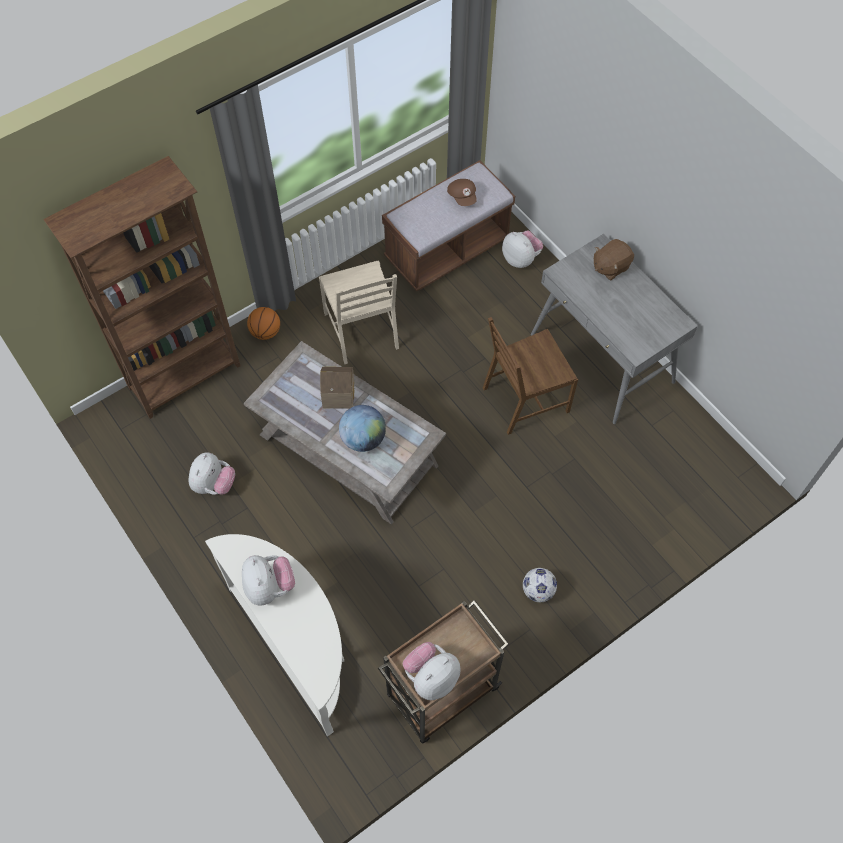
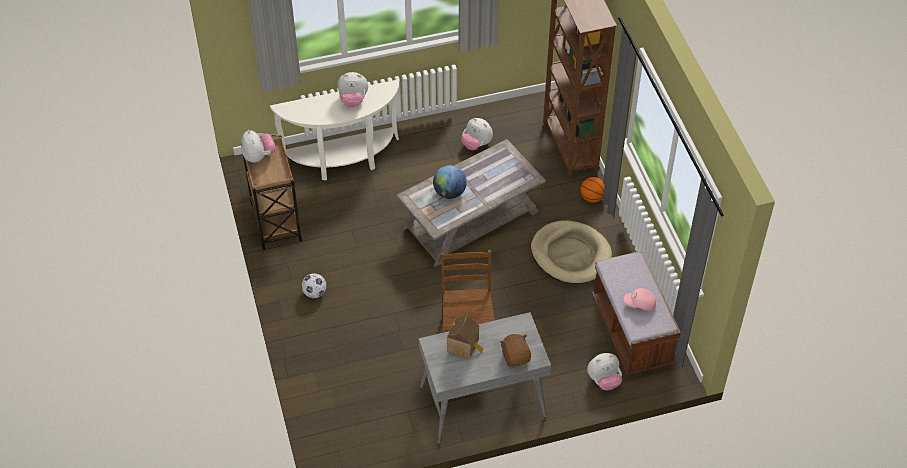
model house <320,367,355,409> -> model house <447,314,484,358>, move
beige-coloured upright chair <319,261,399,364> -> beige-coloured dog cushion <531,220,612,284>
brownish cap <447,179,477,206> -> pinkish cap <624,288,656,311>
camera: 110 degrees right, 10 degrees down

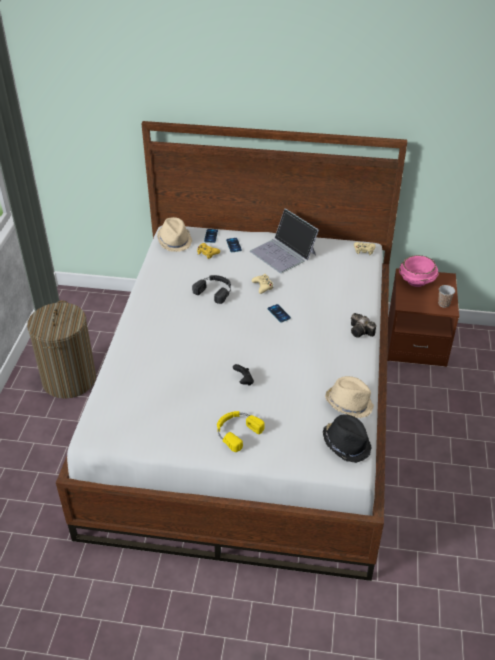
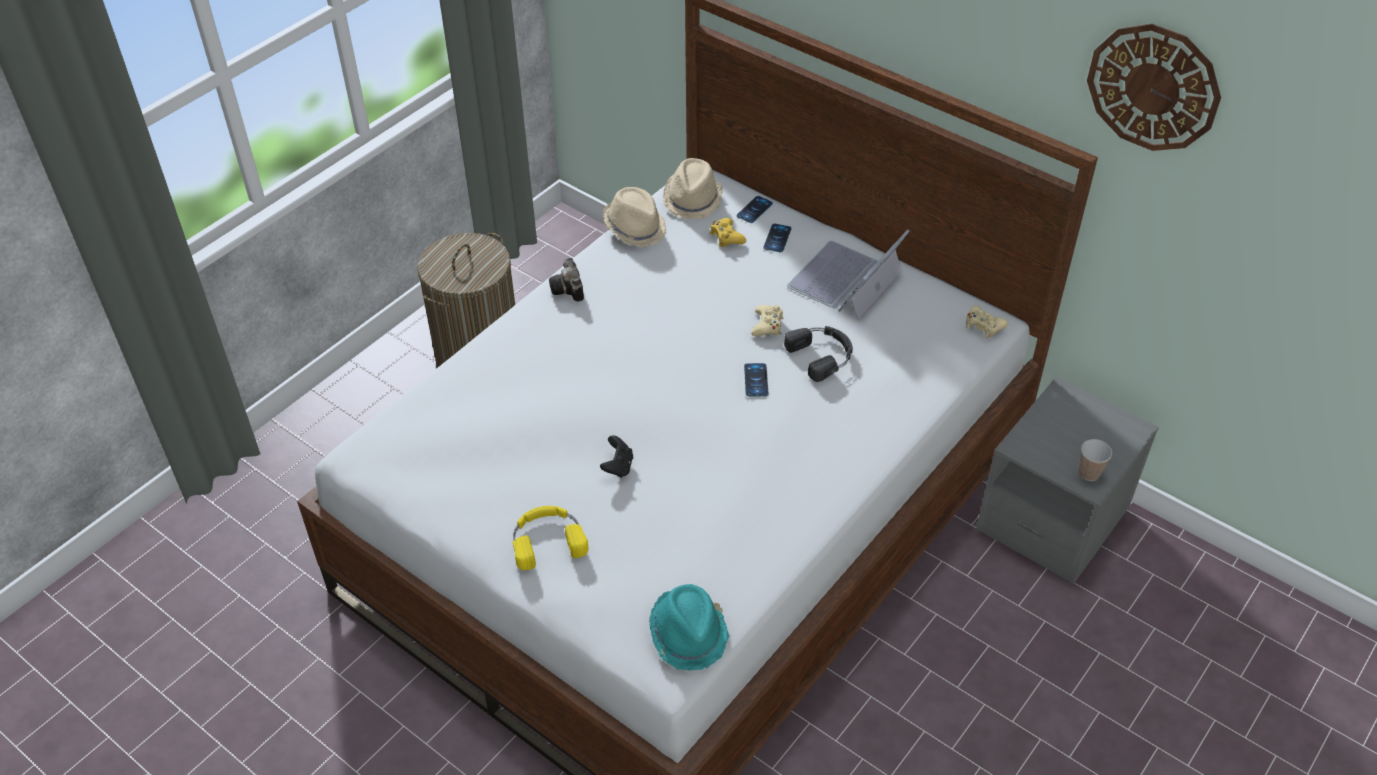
pinkish serving bowl <399,255,438,287> -> none
none -> clock on the wall <1087,24,1221,151>
black headset <192,275,231,304> -> black headset <784,326,853,382>, move
beige-coloured wearable hat <325,376,374,418> -> beige-coloured wearable hat <603,187,666,247>, move
still camera <351,313,376,338> -> still camera <549,258,584,302>, move
black wearable hat <323,414,372,463> -> turquoise wearable hat <649,584,729,670>
brownish nightstand <387,268,459,367> -> greyish nightstand <976,376,1159,584>
laptop <250,208,319,273> -> laptop <787,229,910,320>, 45 degrees clockwise
camera: 30 degrees right, 5 degrees up

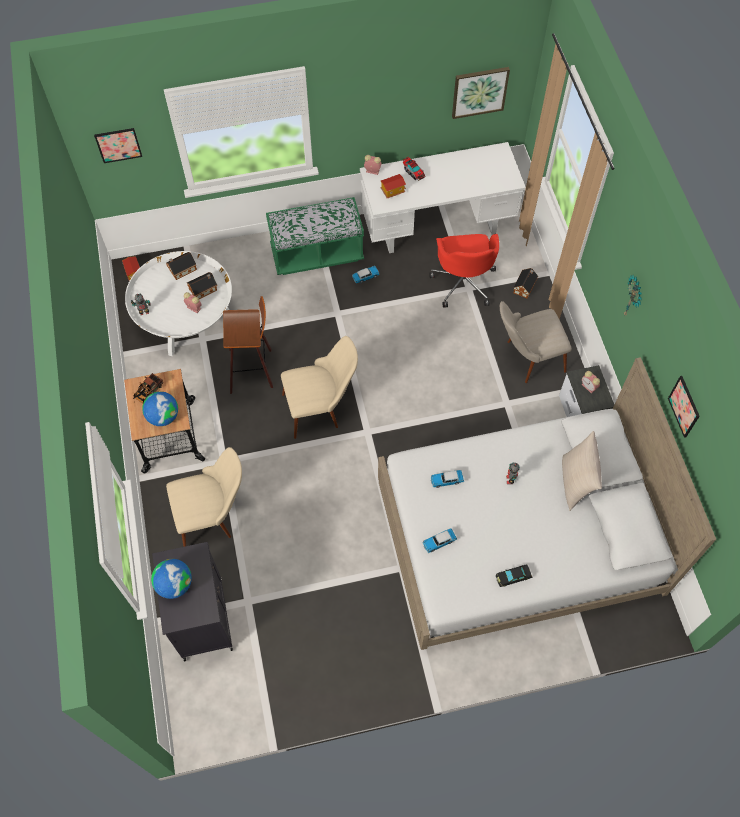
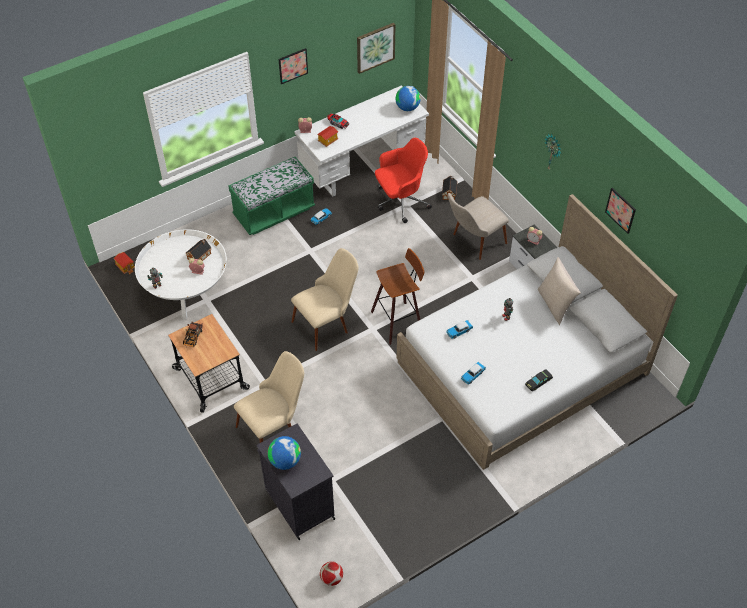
model house <166,252,197,280> -> none
none -> ball for football <320,562,343,586>
picture <94,128,142,163> -> picture <279,48,308,84>, move
world globe <142,391,178,426> -> world globe <396,86,421,111>, move
sitting stool <223,296,273,394> -> sitting stool <371,248,424,345>, move
red-coloured computer chair <429,234,499,308> -> red-coloured computer chair <375,138,432,223>, 90 degrees counterclockwise
camera: 20 degrees left, 10 degrees down

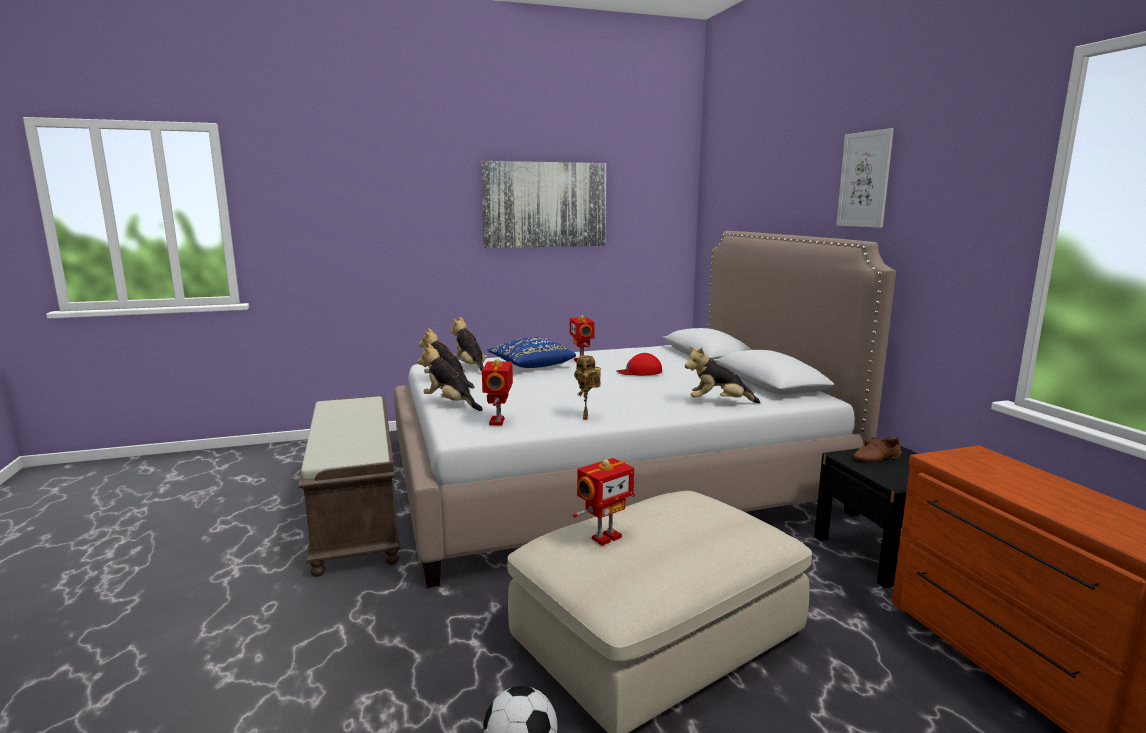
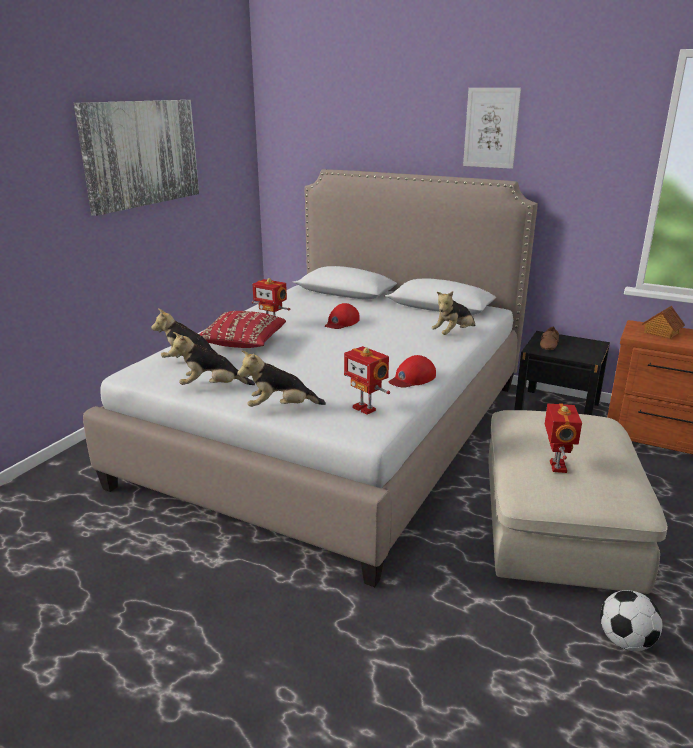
brownish indoor bench <298,395,400,577> -> none
none -> model house <642,306,685,339>
toy robot <574,355,601,420> -> red-coloured cap <389,355,436,388>
blue-coloured pillow <487,337,576,368> -> red-coloured pillow <199,311,286,348>
camera: 45 degrees left, 10 degrees up

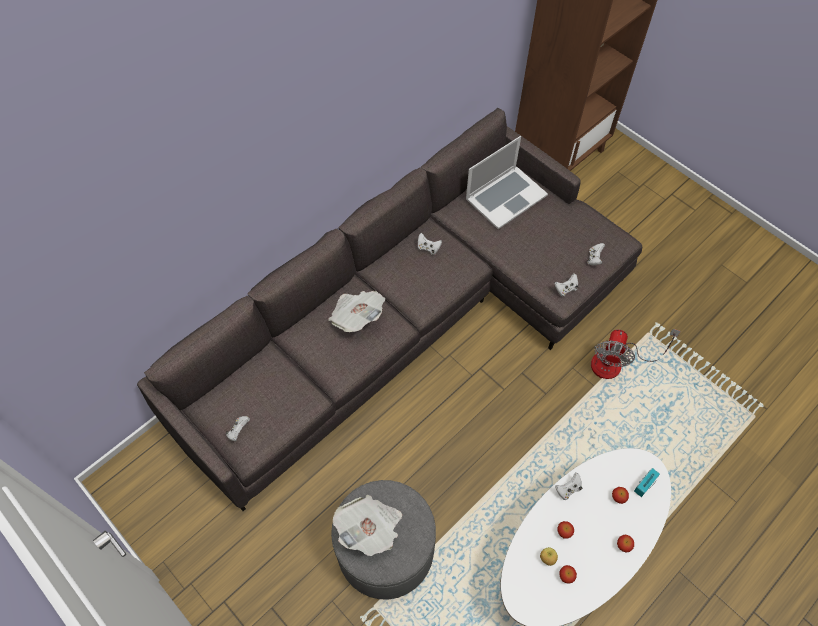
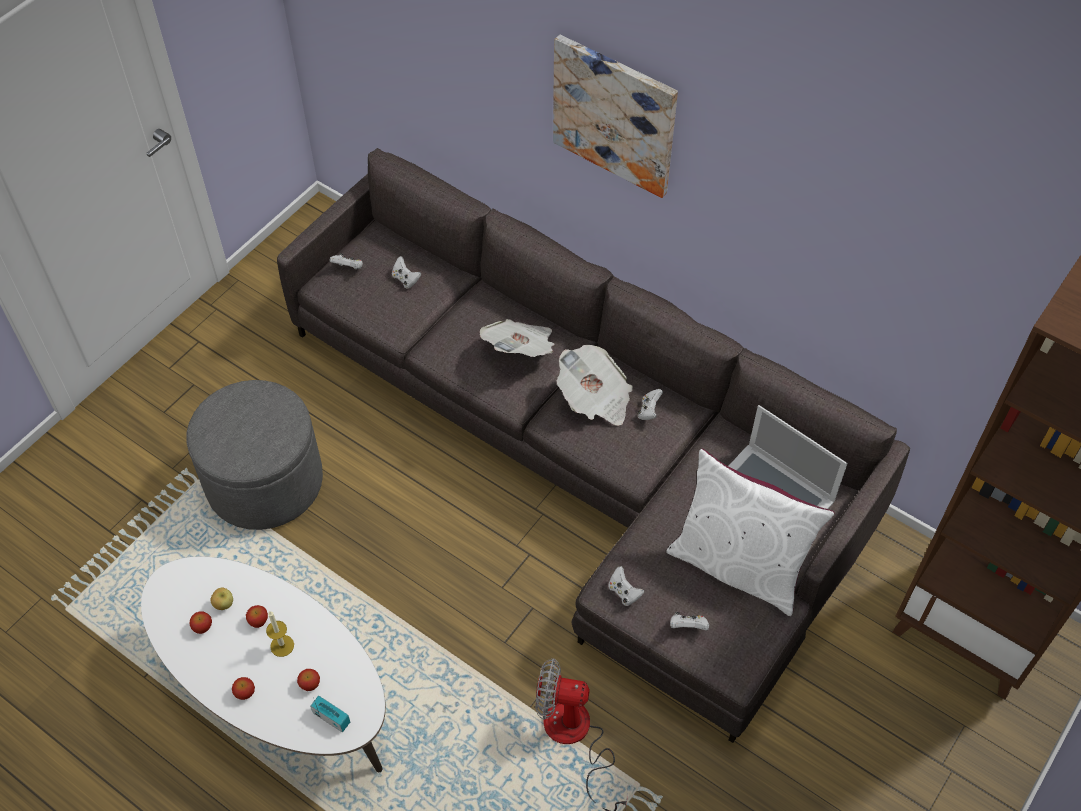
none -> wax light <266,611,294,657>
none -> picture <553,34,678,198>
none -> whitish pillow <666,449,835,616>
printed paper <333,495,402,556> -> printed paper <557,345,633,426>, move
whitish game controller <555,472,582,500> -> whitish game controller <392,256,421,289>, move
camera: 80 degrees right, 5 degrees down

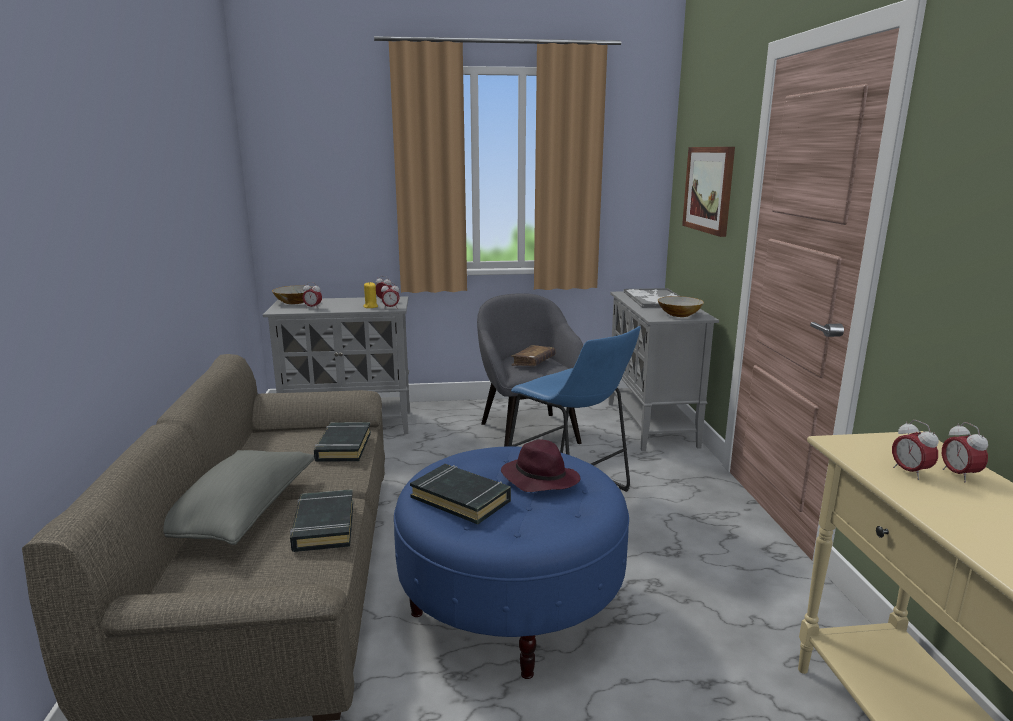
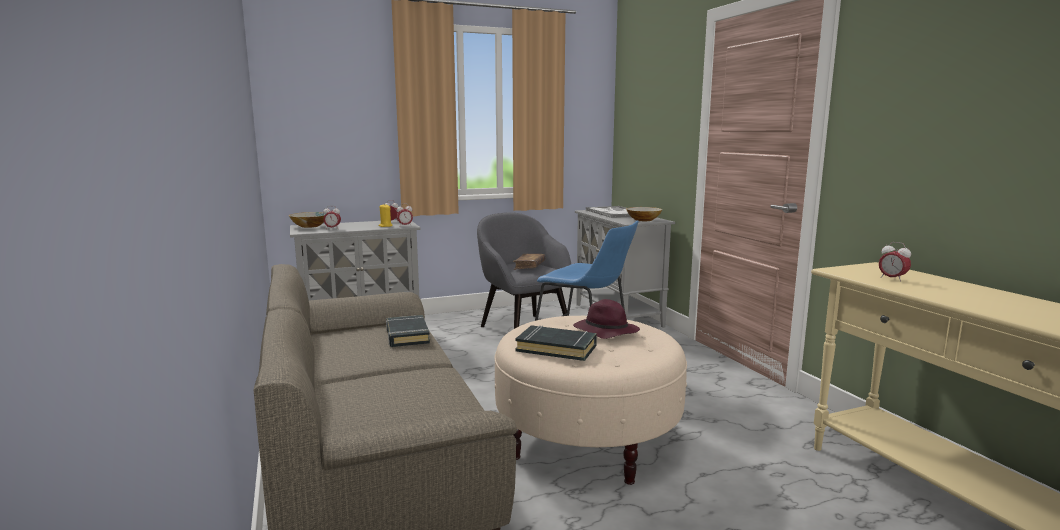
greyish pillow <163,450,315,545> -> none
black bound book <290,489,353,552> -> none
picture <682,147,735,237> -> none
alarm clock <942,422,988,482> -> none
blue-coloured pouffe <394,446,629,679> -> beige-coloured pouffe <494,316,687,485>
camera: 15 degrees left, 5 degrees down

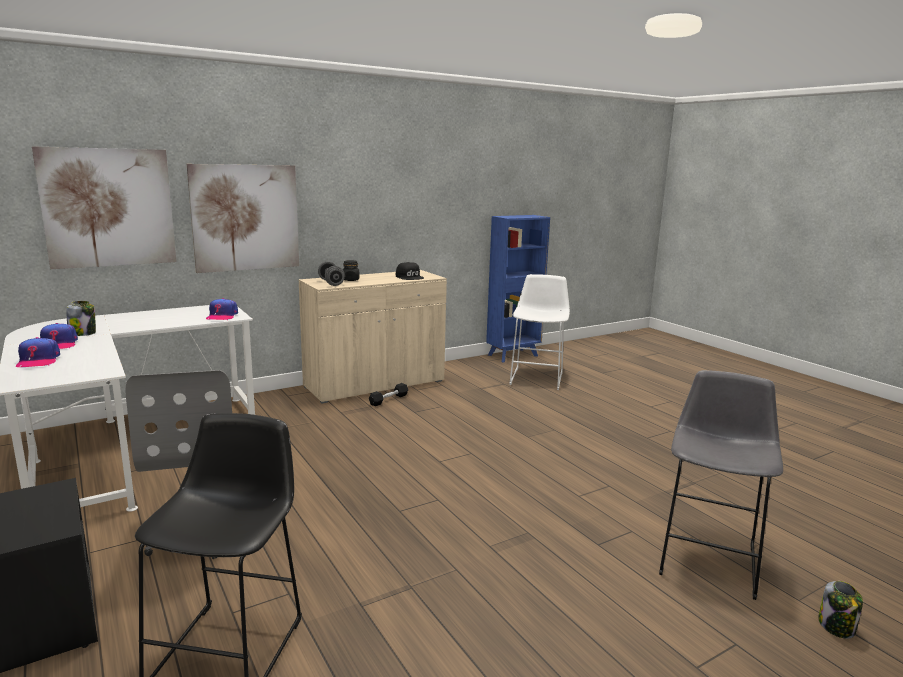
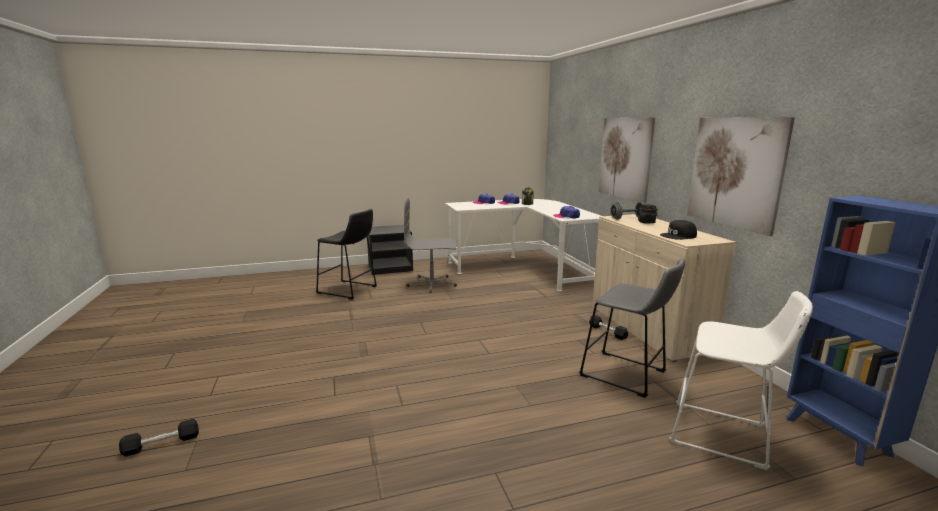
picture <32,146,177,269> -> picture <687,117,795,236>, move
greyish sitting stool <659,370,783,600> -> greyish sitting stool <579,258,685,398>, move
storage jar <818,581,863,639> -> black free weight <119,419,199,456>
camera: 105 degrees right, 0 degrees up

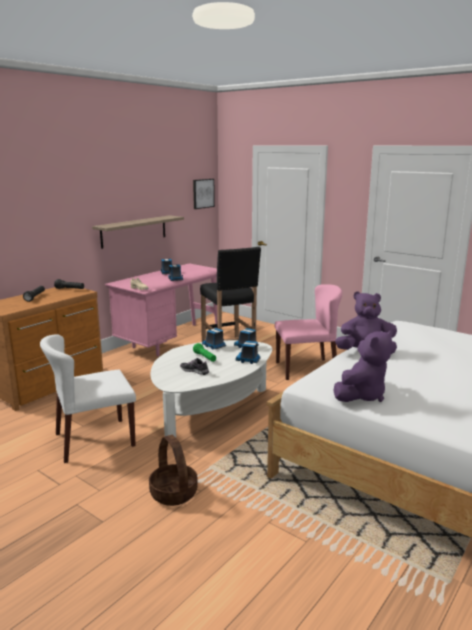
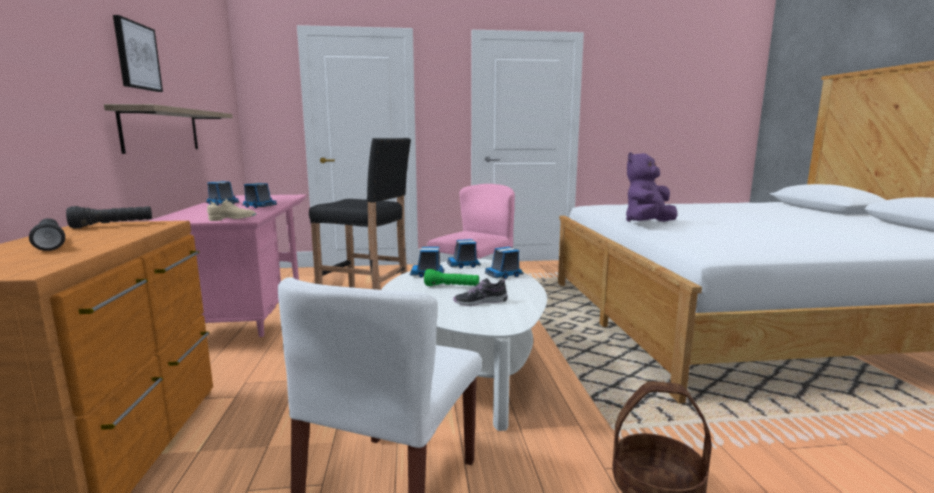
purplish plush toy <334,330,393,402> -> none
picture <193,179,215,209> -> picture <113,15,163,92>, move
camera: 45 degrees left, 5 degrees down

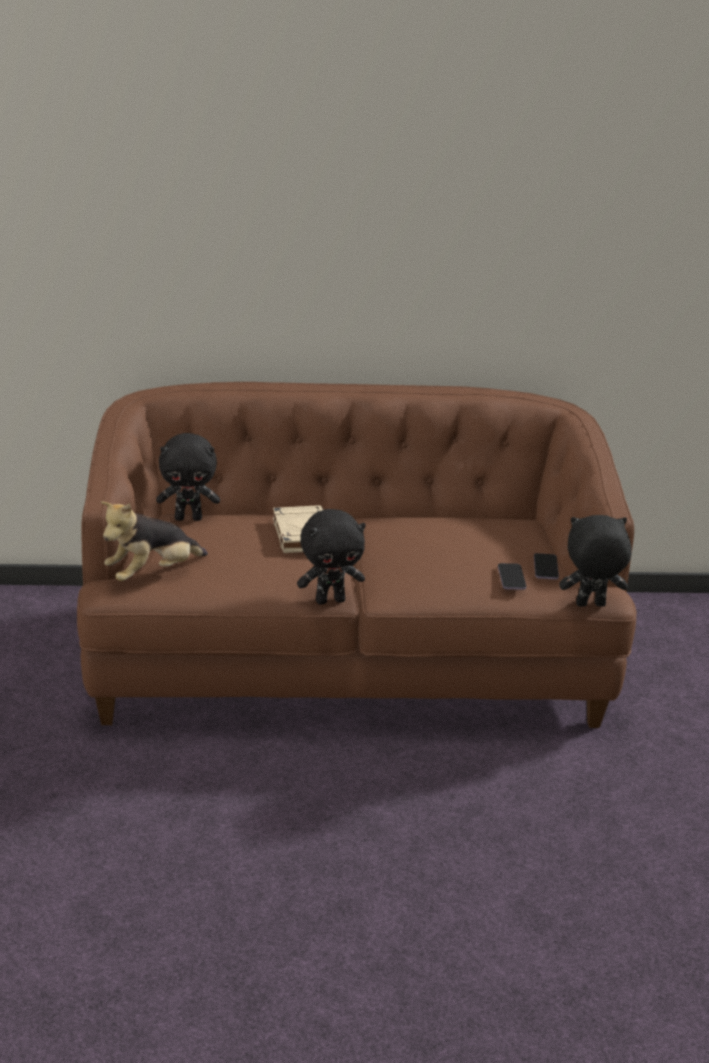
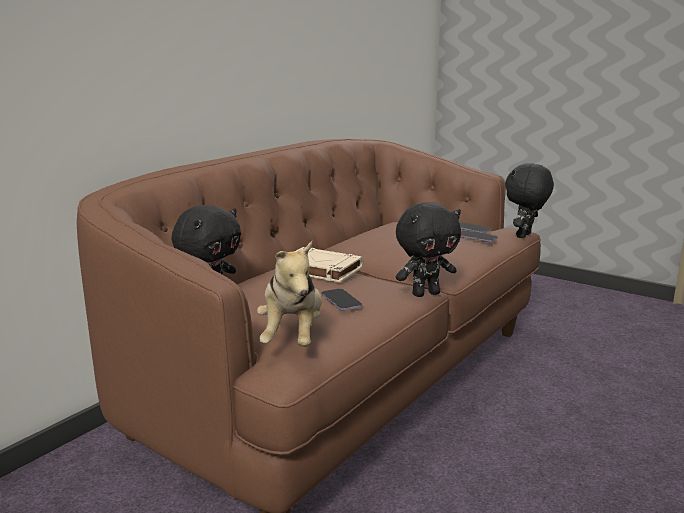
none -> handset <322,289,362,311>
black plush toy <297,509,366,605> -> black plush toy <396,202,461,297>, 45 degrees clockwise
camera: 50 degrees left, 10 degrees down

